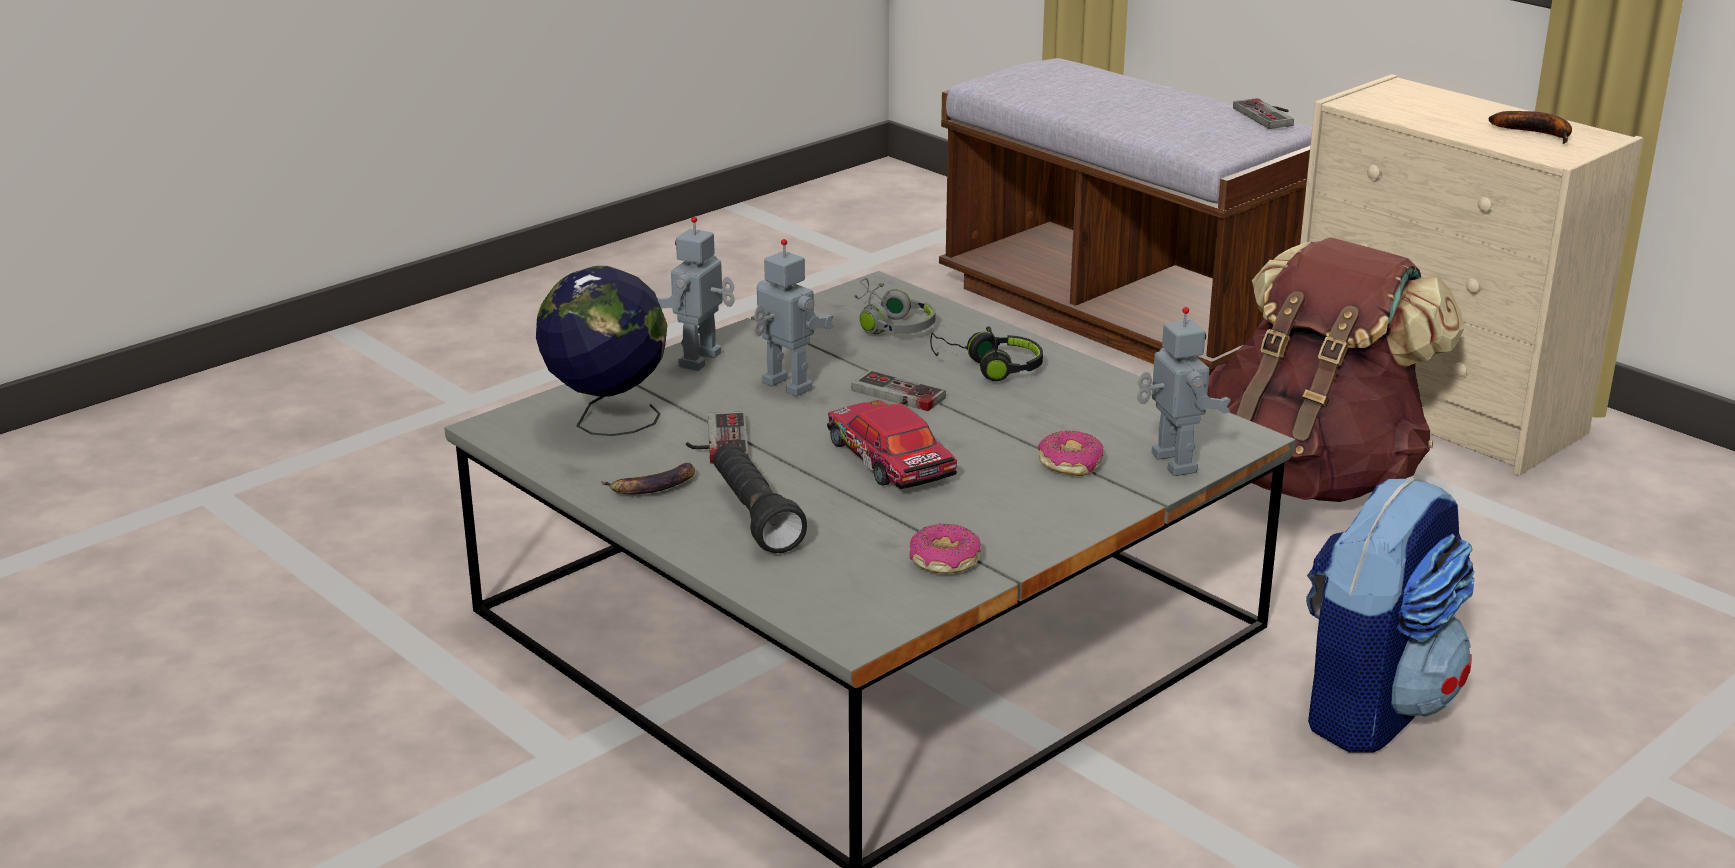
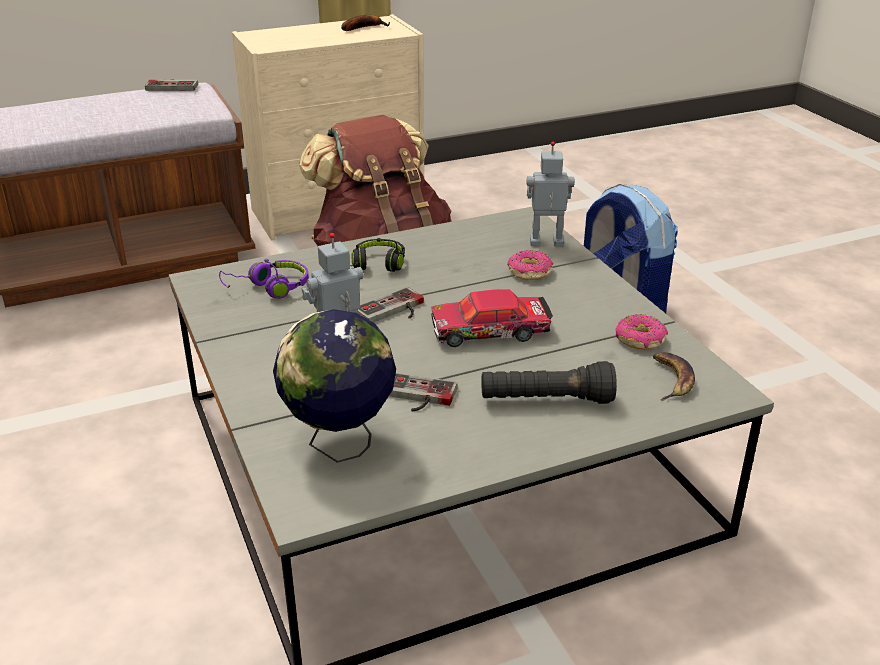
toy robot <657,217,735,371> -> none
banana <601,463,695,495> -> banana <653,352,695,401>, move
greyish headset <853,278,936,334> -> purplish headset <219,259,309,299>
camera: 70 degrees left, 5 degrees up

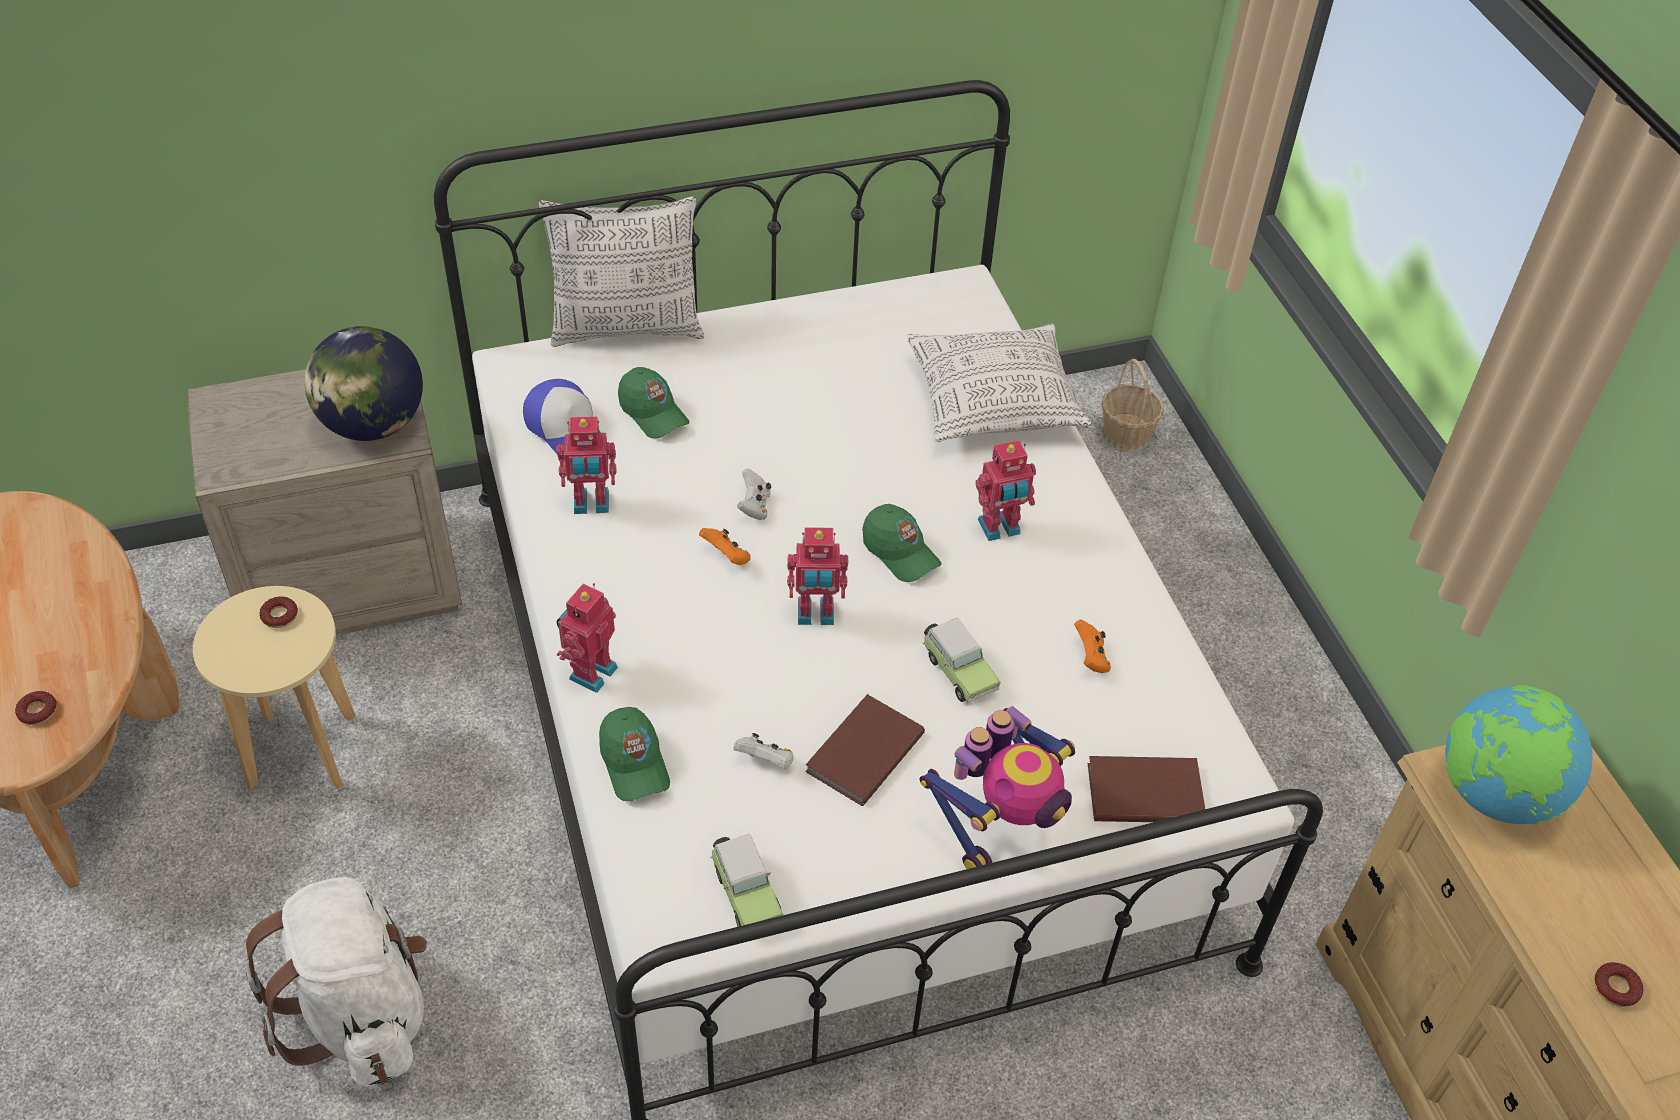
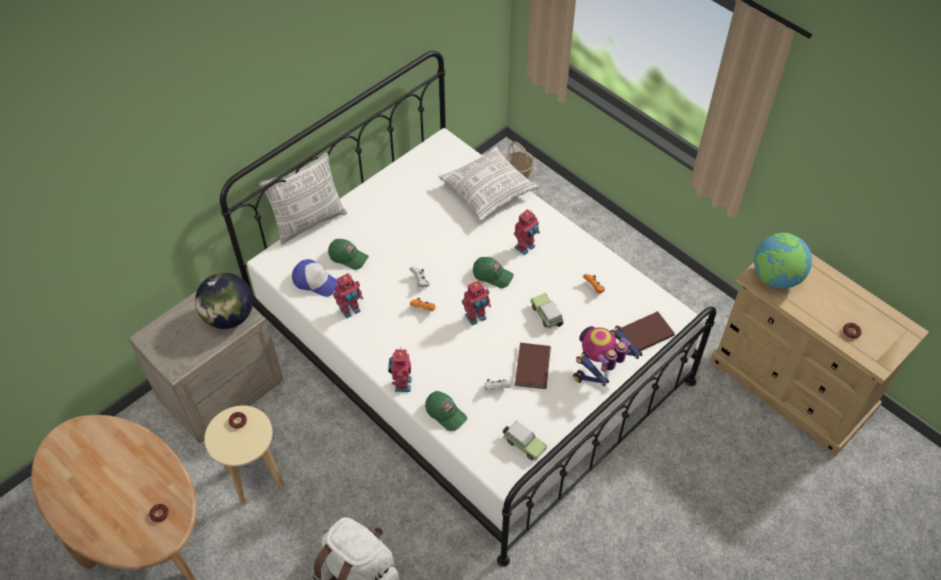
toy robot <919,706,1075,869> -> toy robot <573,326,643,386>, 150 degrees counterclockwise
model car <922,618,1000,703> -> model car <531,293,564,330>, 150 degrees counterclockwise
camera: 25 degrees left, 5 degrees up

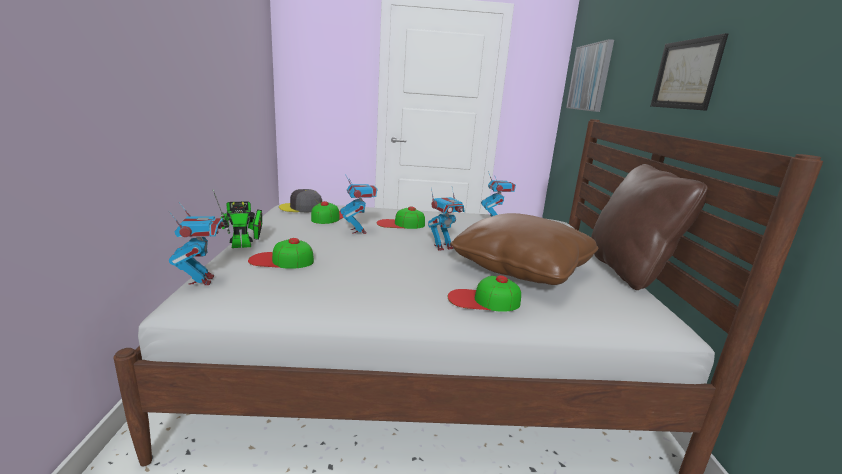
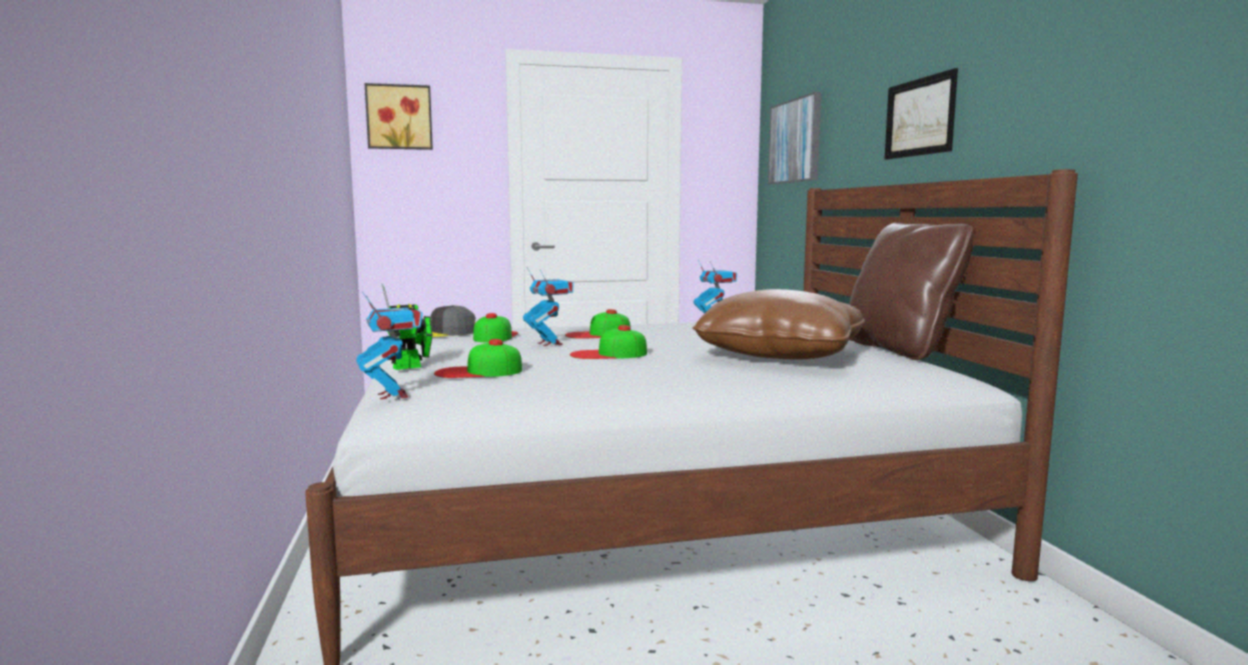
toy robot <428,187,465,251> -> none
none -> picture <364,83,433,150>
cap <448,275,521,312> -> cap <570,325,647,359>, move
camera: 10 degrees left, 10 degrees down

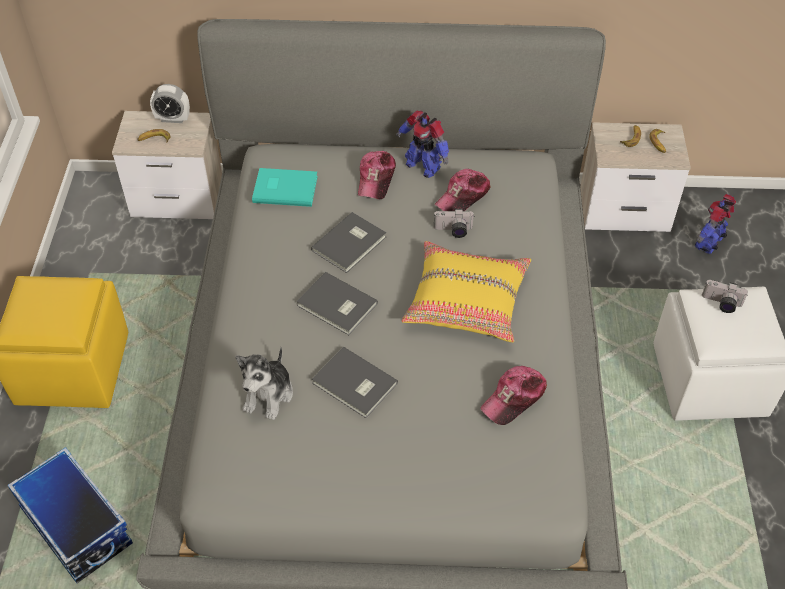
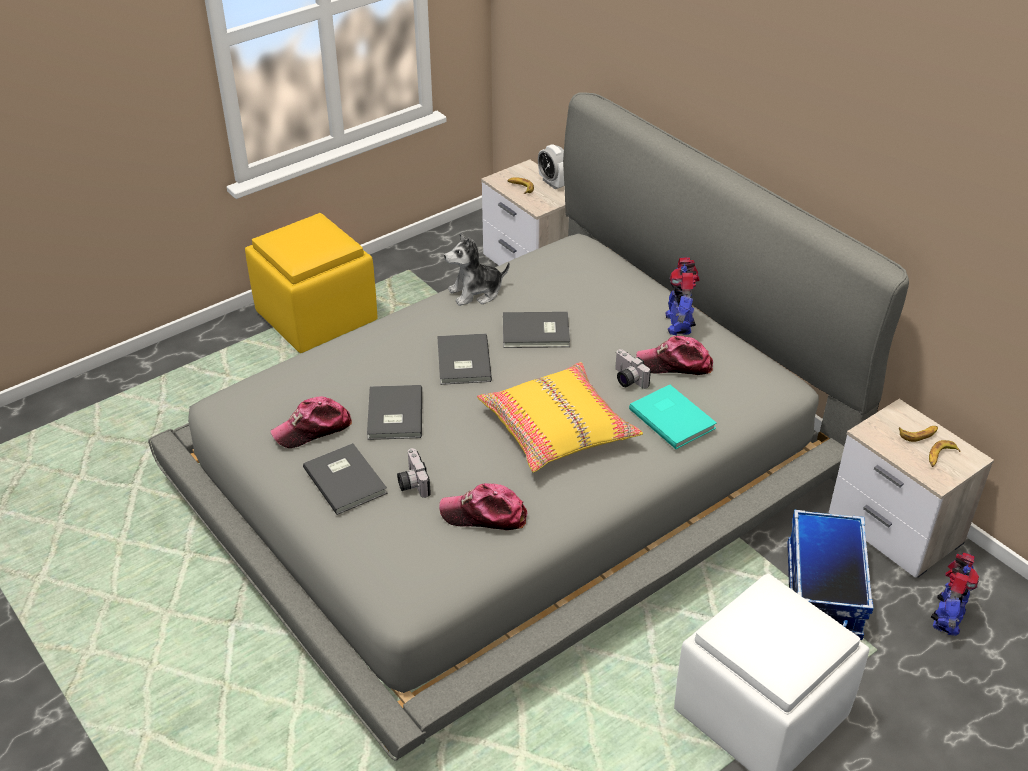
none -> greyish bound book <303,443,387,515>
storage bin <7,447,133,583> -> storage bin <787,510,874,640>, move
plush toy <235,347,293,420> -> plush toy <444,232,510,306>, move
turquoise bound book <252,168,318,207> -> turquoise bound book <629,385,717,449>, move
cap <358,151,396,199> -> cap <270,396,352,448>, move
still camera <702,280,748,313> -> still camera <397,448,431,498>, move
toy robot <695,194,736,254> -> toy robot <931,553,979,636>, 120 degrees clockwise
camera: 50 degrees right, 10 degrees down

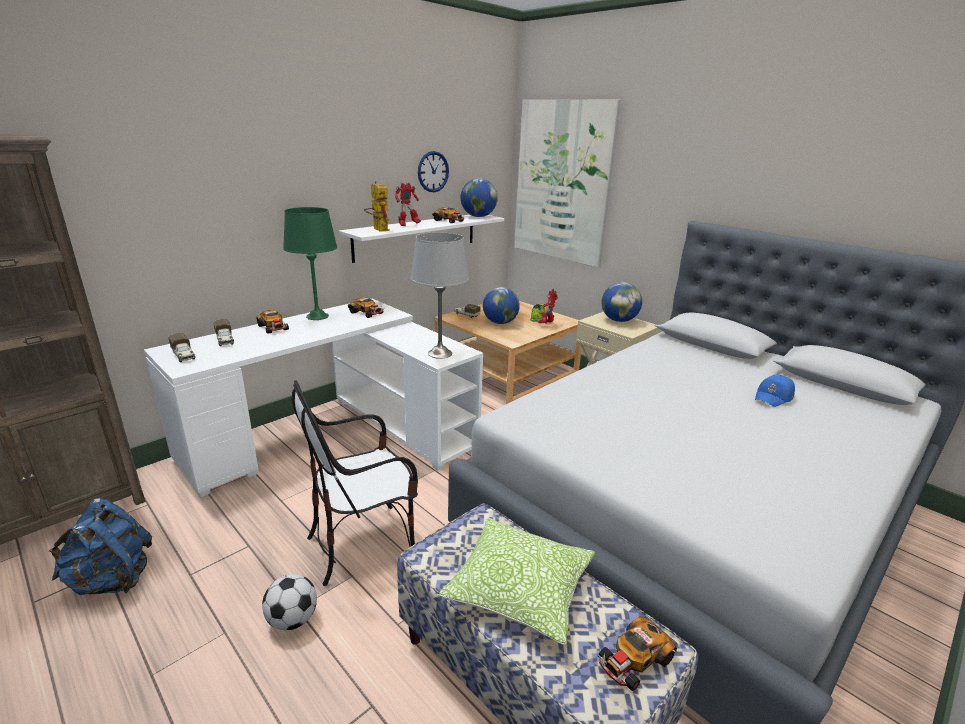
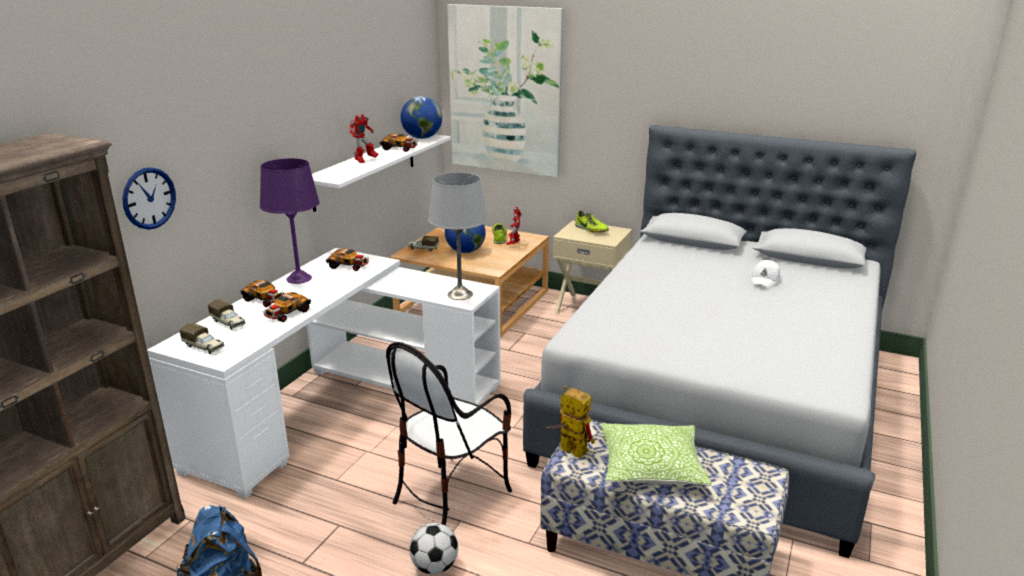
toy robot <364,181,390,232> -> toy robot <546,386,595,458>, move
clock on the wall <418,151,449,192> -> clock on the wall <122,167,176,230>, move
model car <596,616,678,691> -> model car <261,292,311,322>, move
world globe <602,282,642,322> -> low shoe <575,210,609,233>
green lamp for a table <283,207,337,320> -> purplish lamp for a table <260,158,320,284>
blue-coloured cap <755,375,795,407> -> whitish cap <751,260,780,288>
camera: 20 degrees left, 0 degrees up

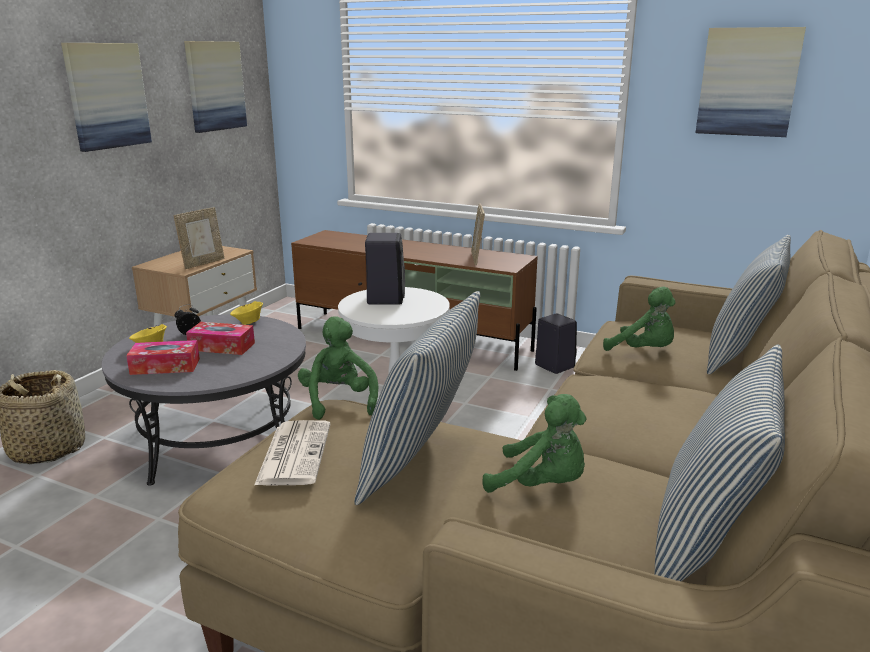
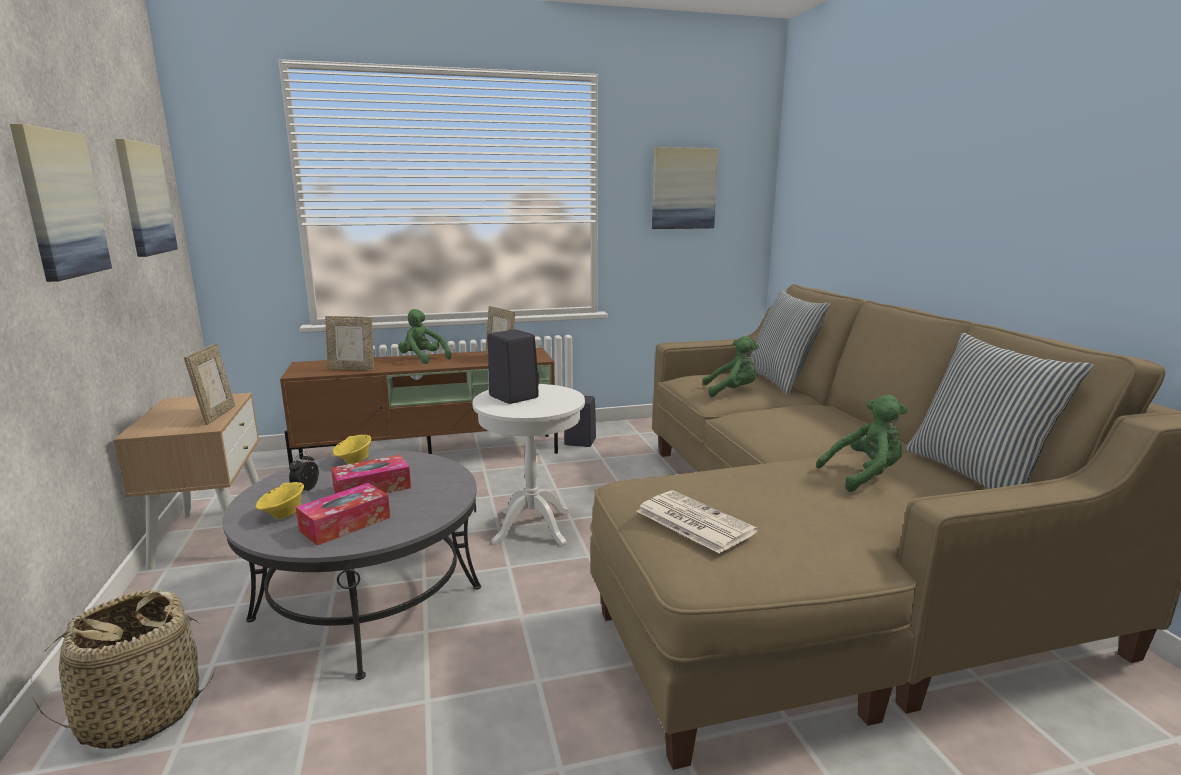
pillow <355,291,480,505> -> none
none -> photo frame <325,316,374,370>
green plush toy <298,316,378,420> -> green plush toy <398,309,451,364>, move
camera: 40 degrees left, 5 degrees down

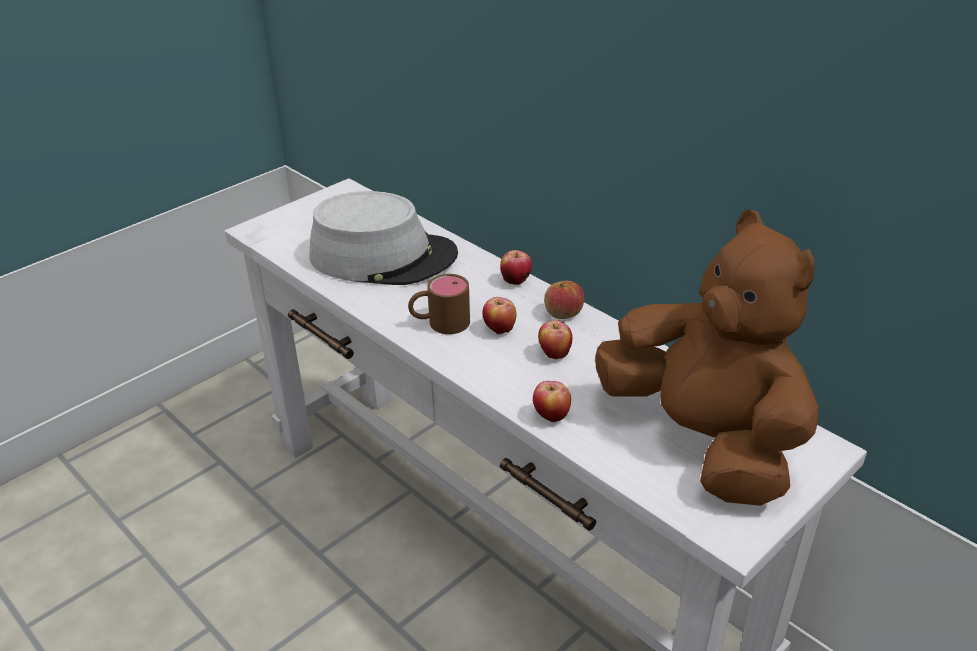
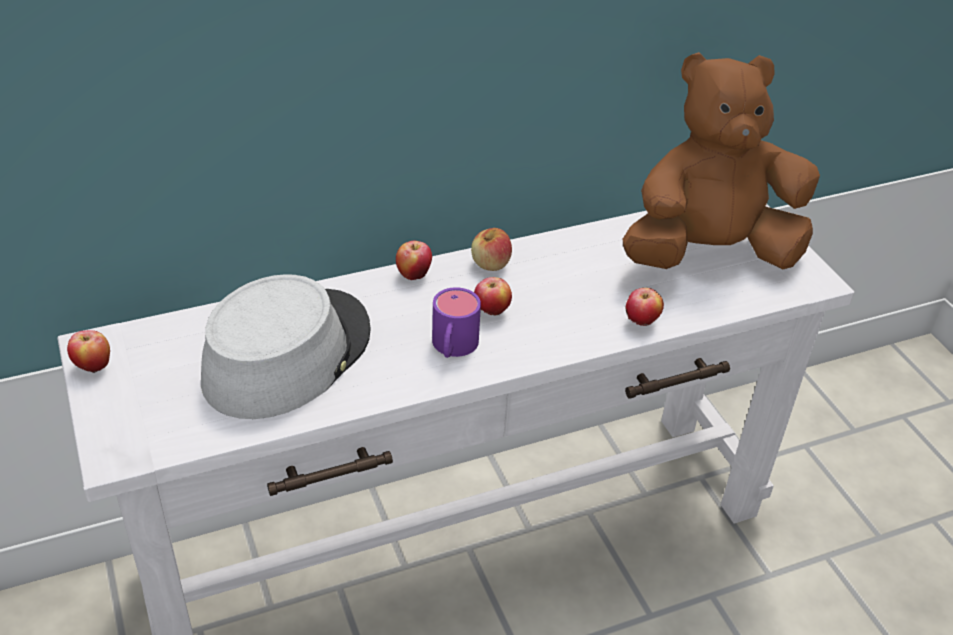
apple <538,320,572,359> -> apple <67,330,110,373>, move
brownish tea mug <408,274,470,334> -> purplish tea mug <432,287,481,358>
camera: 70 degrees left, 5 degrees up

